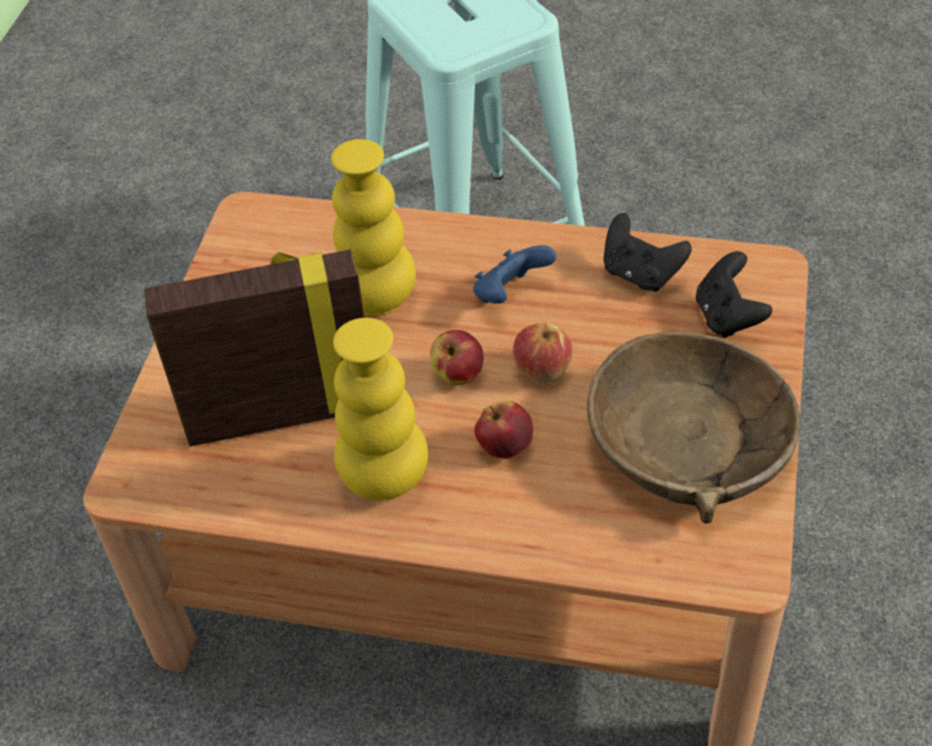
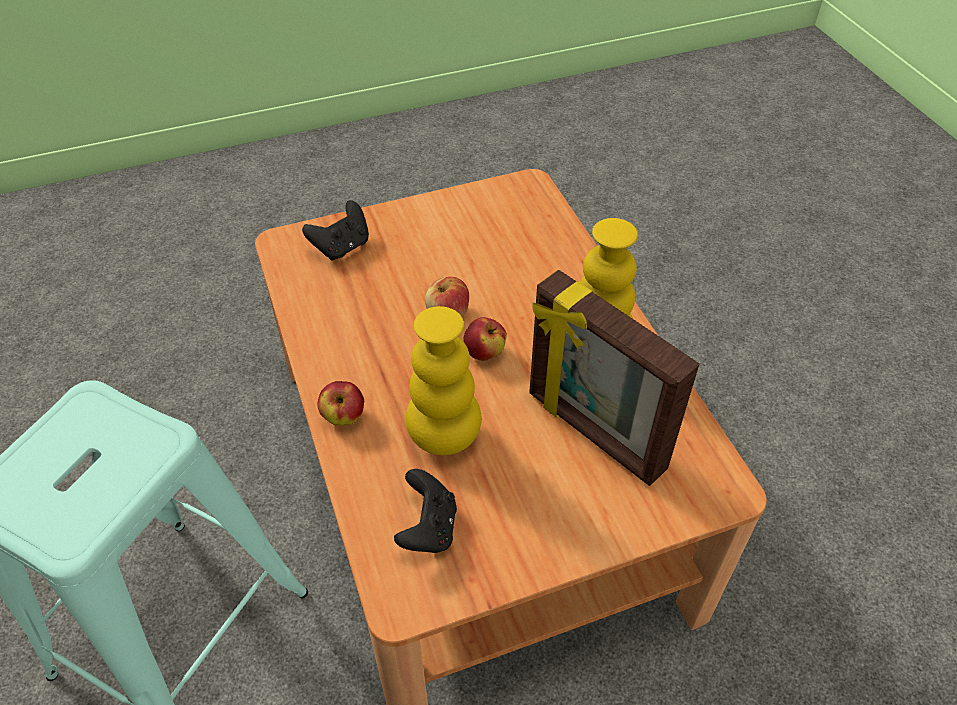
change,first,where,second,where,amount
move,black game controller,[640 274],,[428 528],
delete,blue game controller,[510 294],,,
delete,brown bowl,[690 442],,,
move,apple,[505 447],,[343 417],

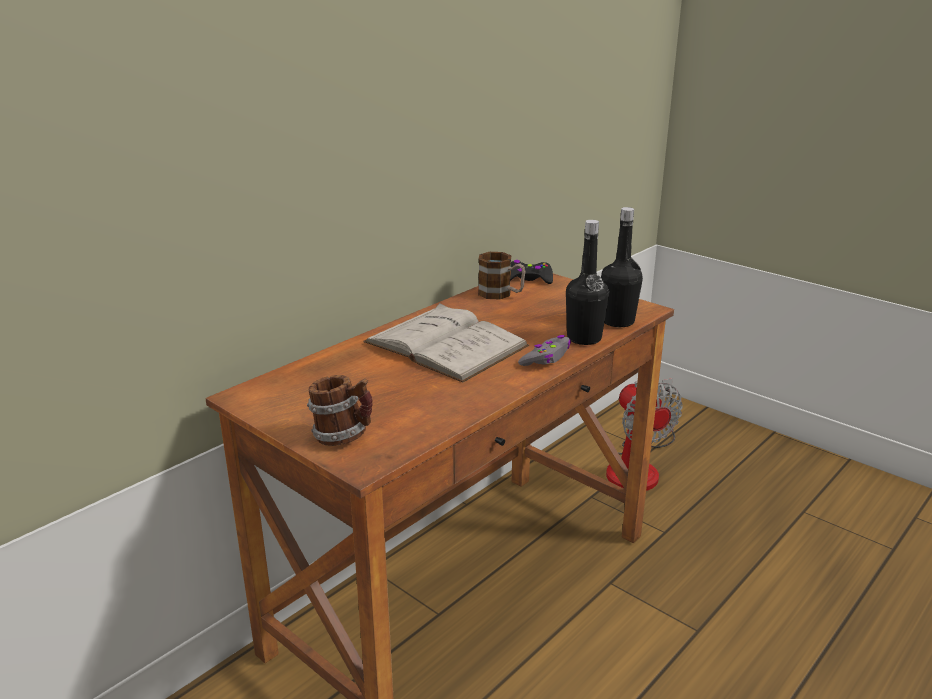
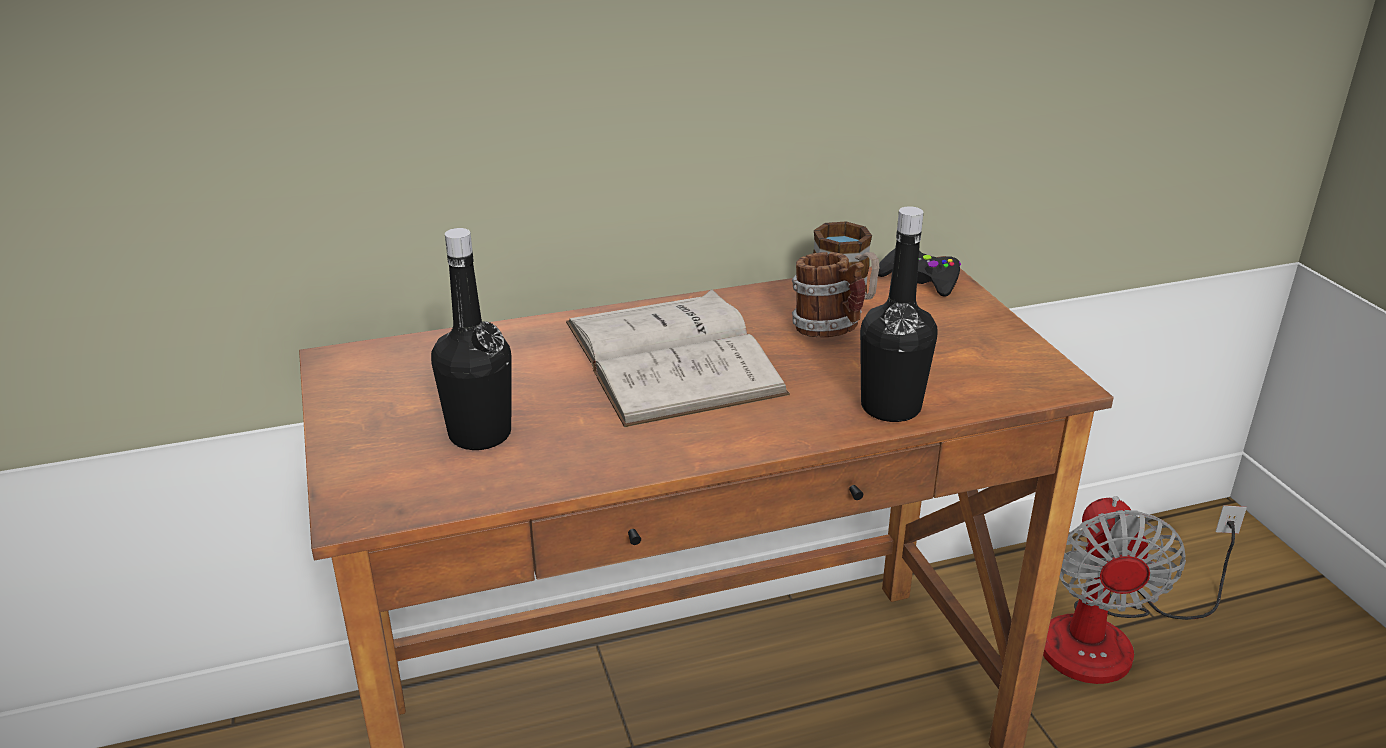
change,first,where,second,where,amount
move,black bottle,[617 321],,[480 434],
delete,grey game controller,[546 358],,,
move,mug,[343 437],,[828 331],

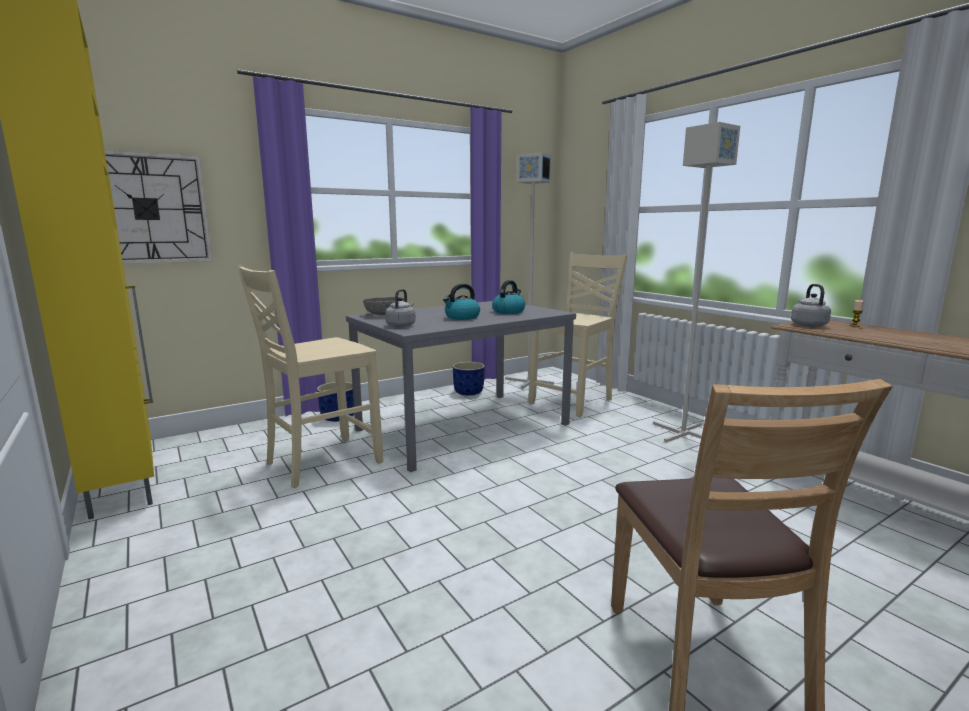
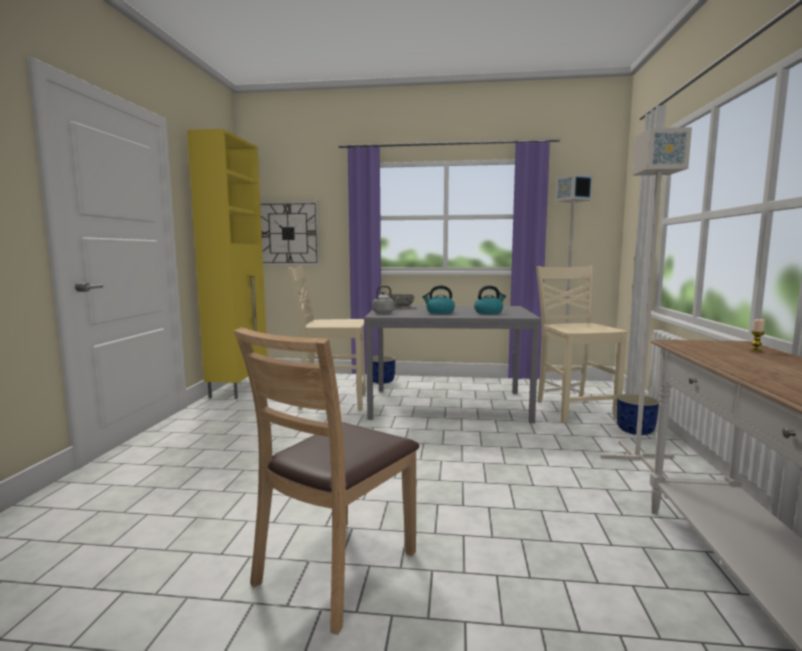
change,first,where,second,where,amount
rotate,beige chair,[573 402],,[574 410],90 degrees counterclockwise
delete,grey kettle,[807 325],,,
move,blue planter,[468 392],,[635 430],

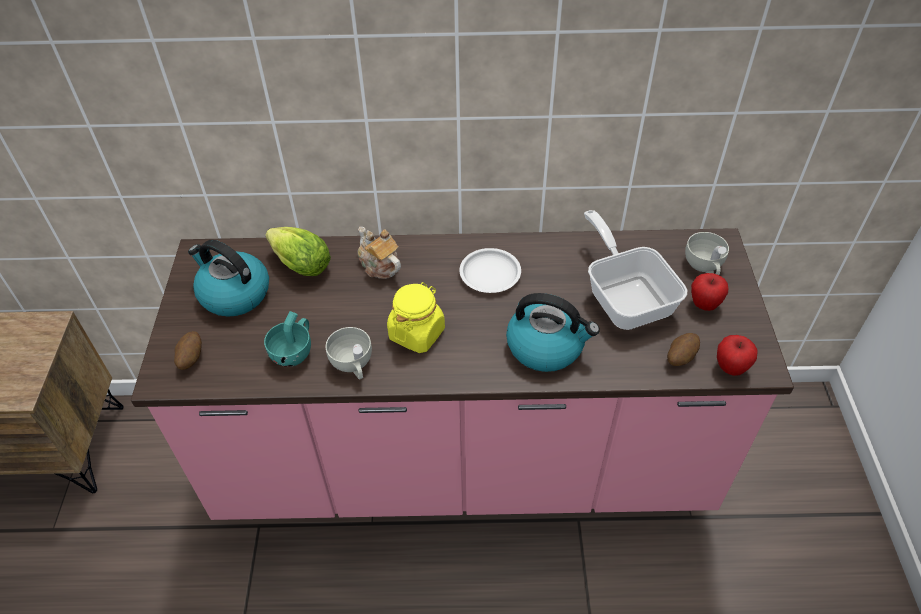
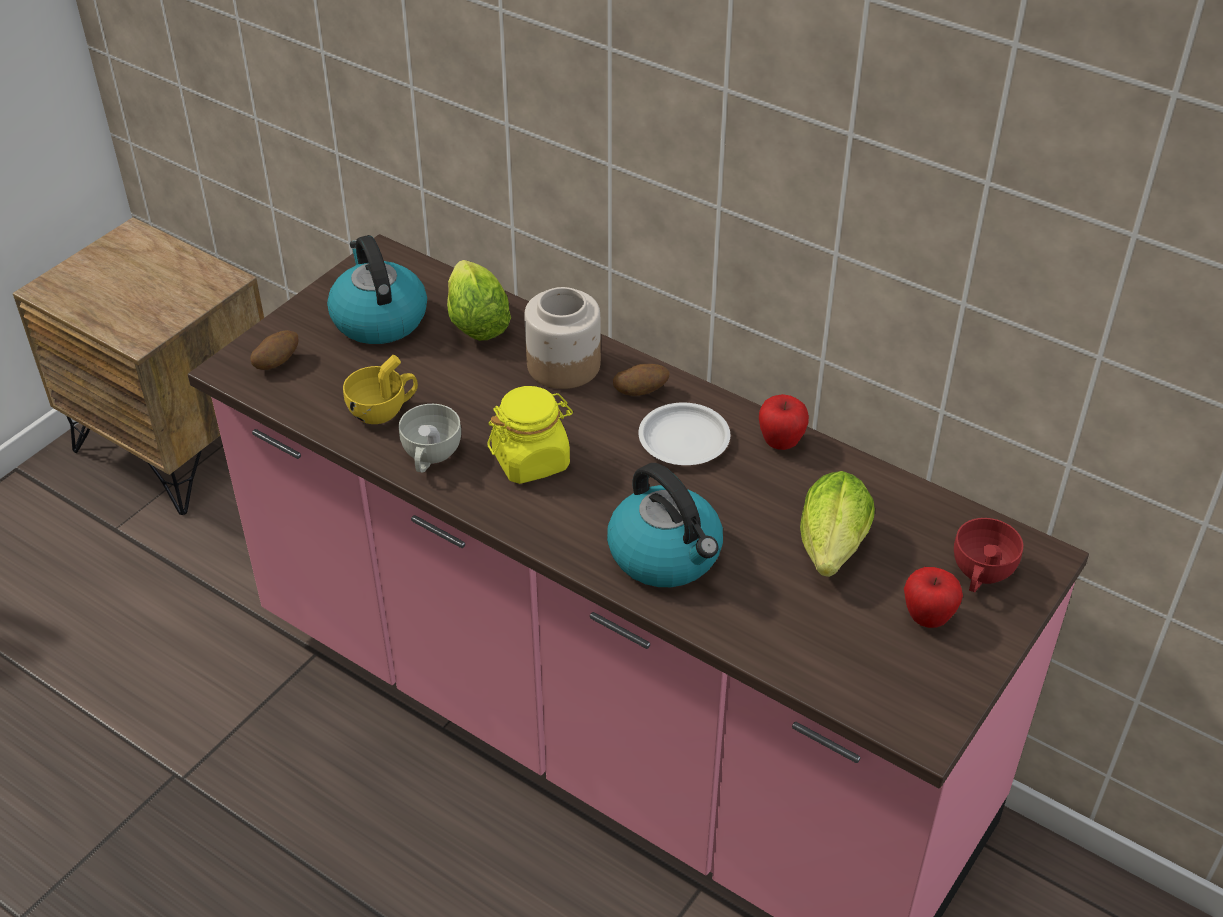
change,first,where,second,where,amount
replace,frying pan,[626 296],lettuce,[831 552],
replace,teapot,[379 265],jar,[562 365],
recolor,white cup,[704 267],red cup,[980 574],
recolor,turquoise cup,[294 351],yellow cup,[384 410],
move,potato,[680 357],,[641 392],
move,apple,[730 368],,[781 443],

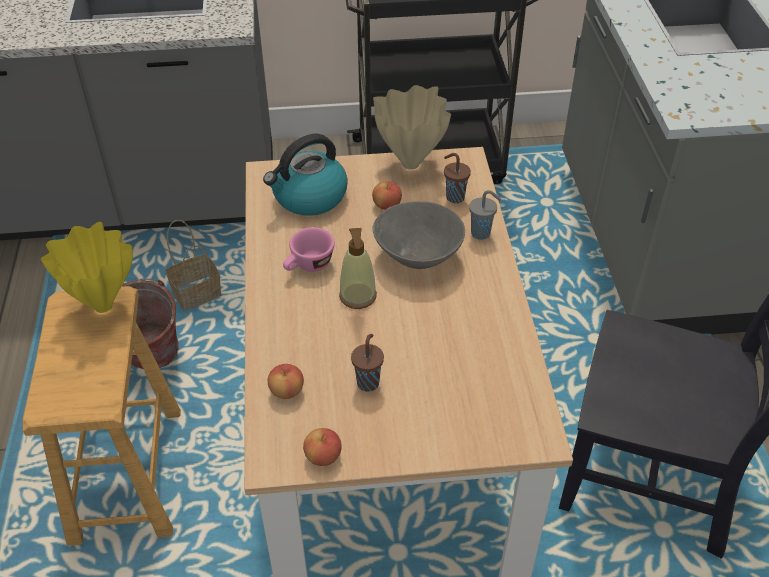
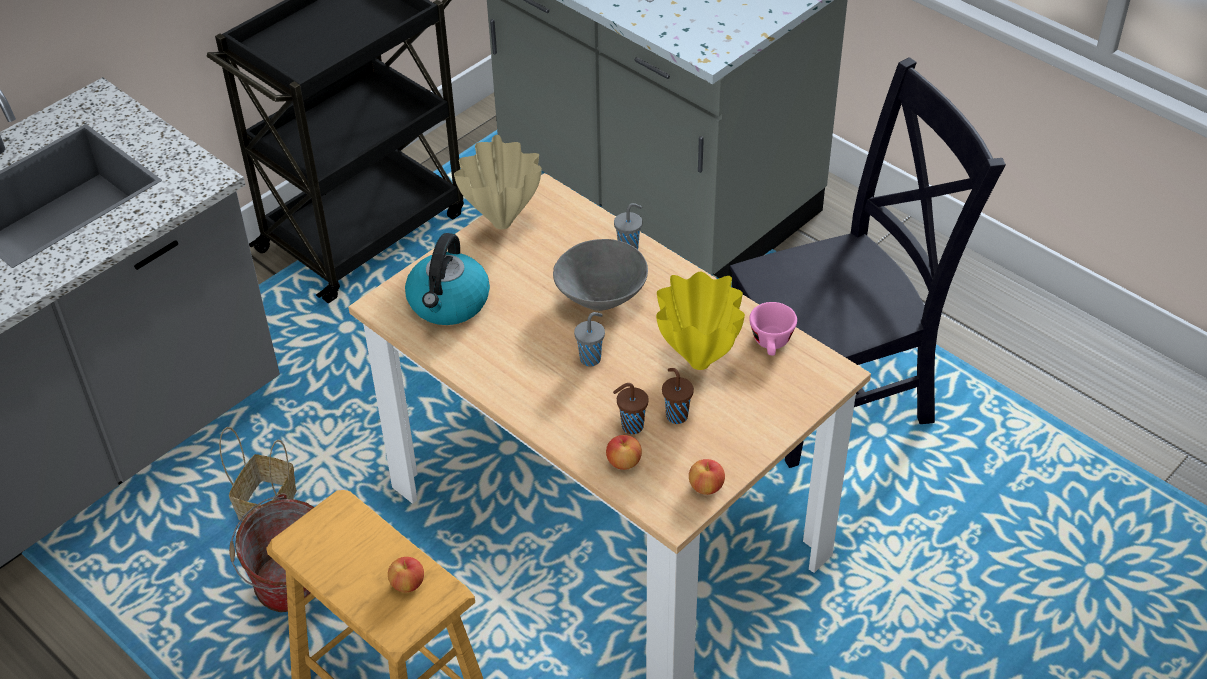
change,first,where,second,where,amount
move,brown cup,[454 197],,[631 426],
move,apple,[387 205],,[407 584],
move,yellow vase,[104 304],,[698 361],
move,pink cup,[308 266],,[772 344],
replace,soap dispenser,[358 296],grey cup,[591 358],

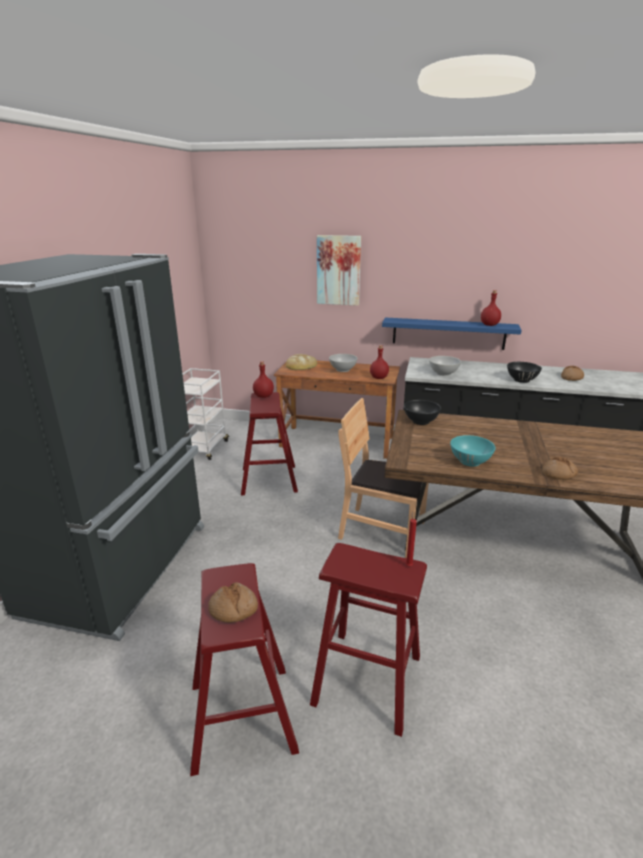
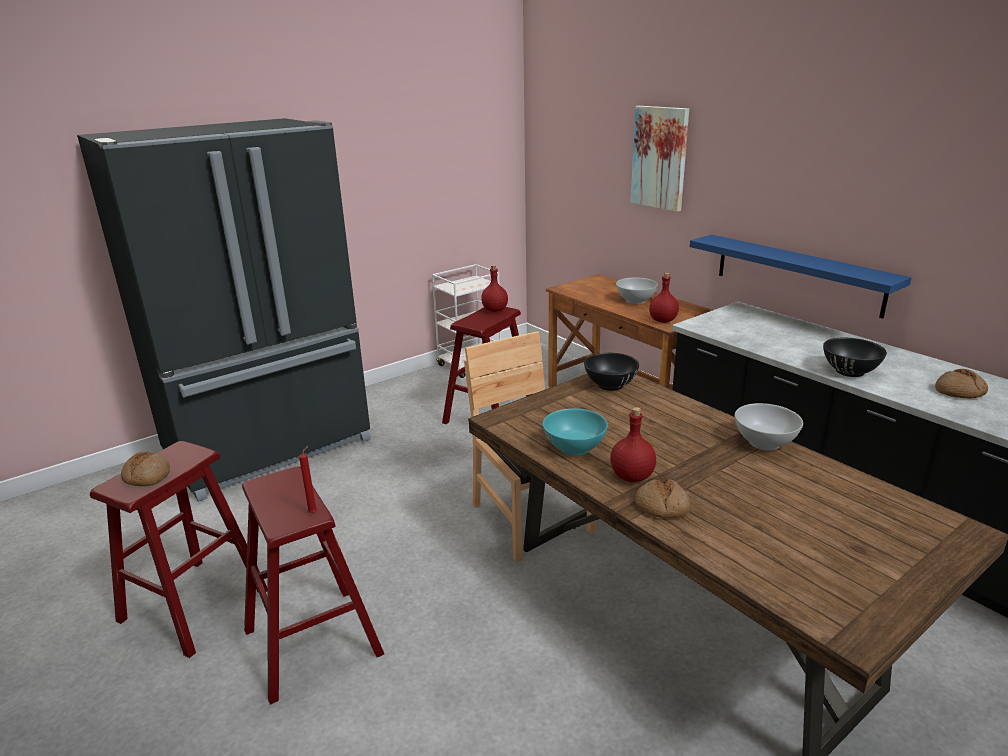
change,first,where,second,where,amount
move,red bottle,[489 325],,[632 476],
delete,bread,[301 365],,,
move,white bowl,[443 373],,[764 443],

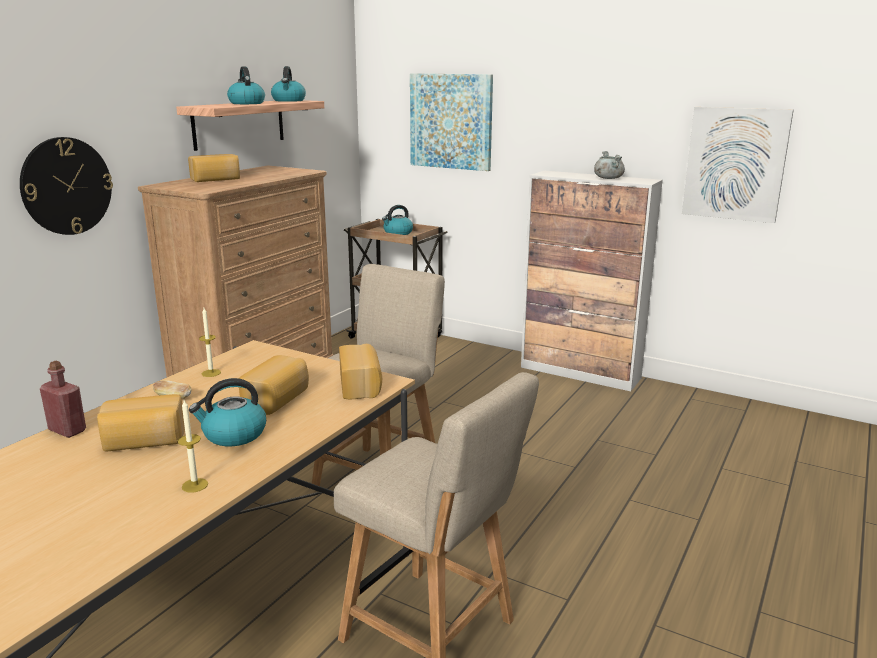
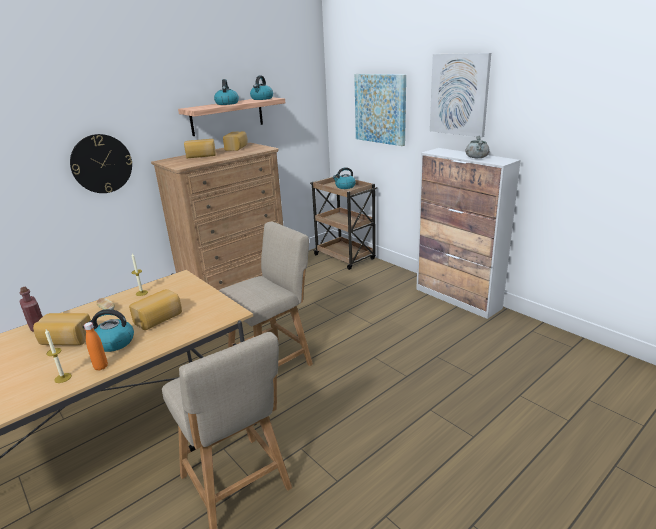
change,first,where,second,where,amount
move,picture,[735 164],,[459 94],
move,bread,[361 386],,[237 148],
insert,,,orange bottle,[101 367],

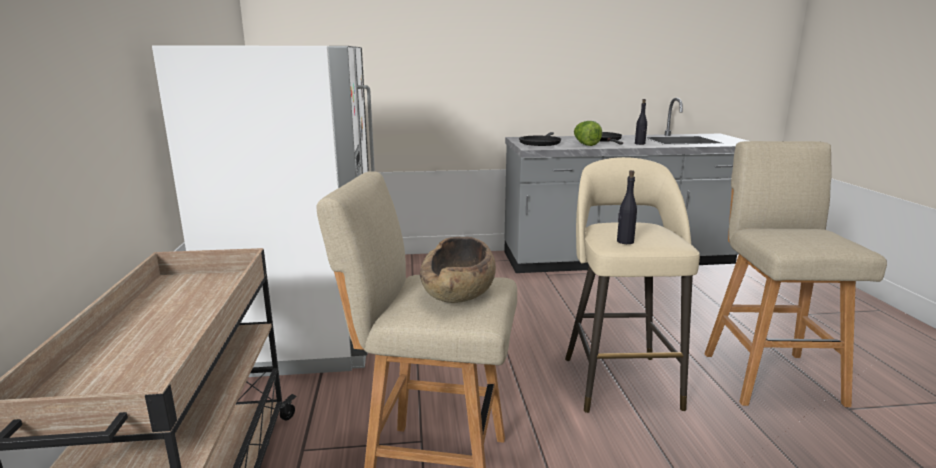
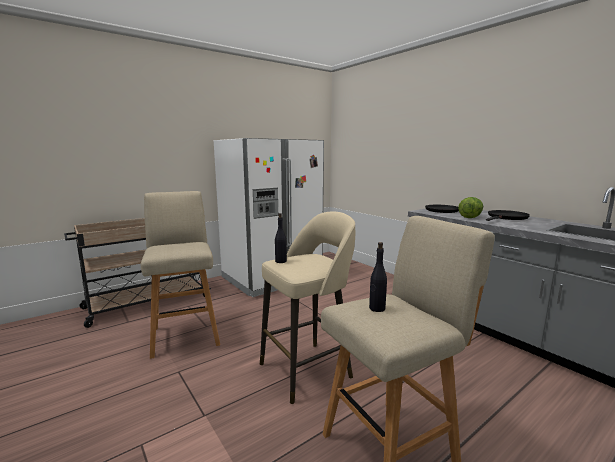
change,first,where,second,where,amount
move,black bottle,[640 144],,[377 308],
delete,brown bowl,[459 292],,,

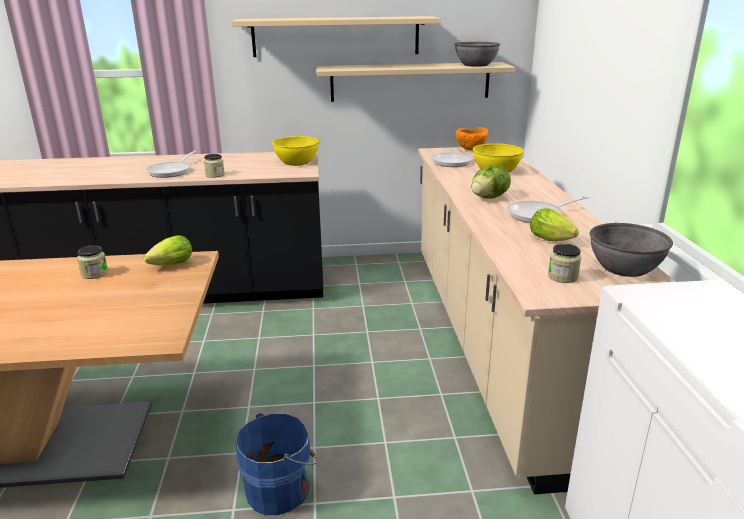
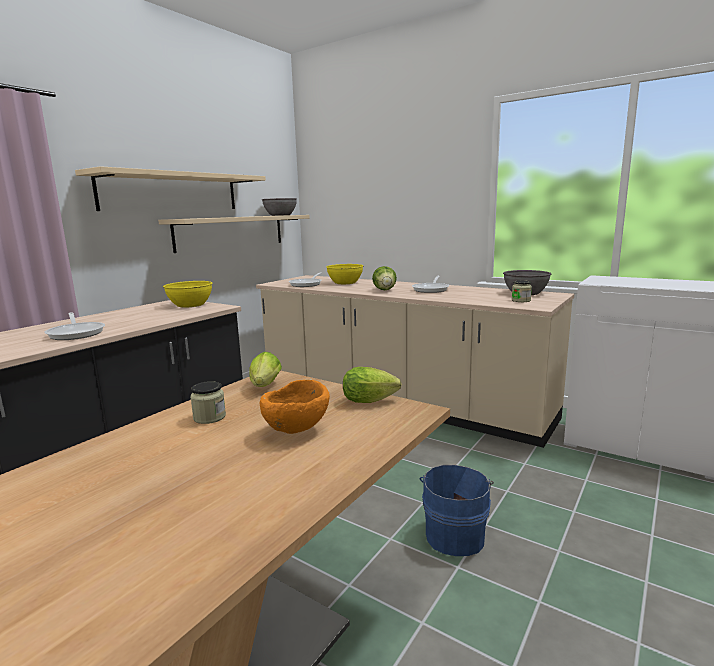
change,first,where,second,where,amount
move,orange bowl,[471 150],,[297 431],
delete,jar,[215 175],,,
move,lettuce,[553 240],,[372 401],

